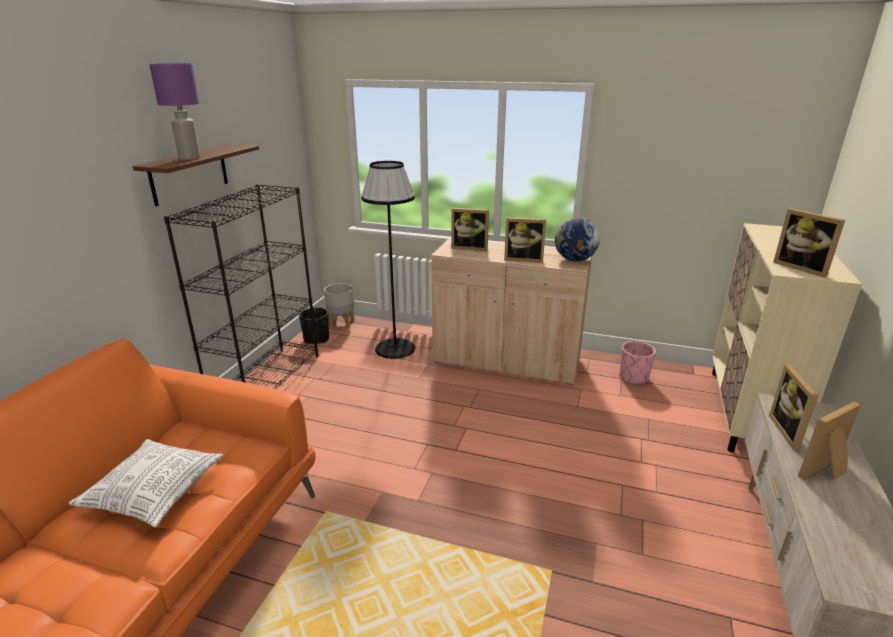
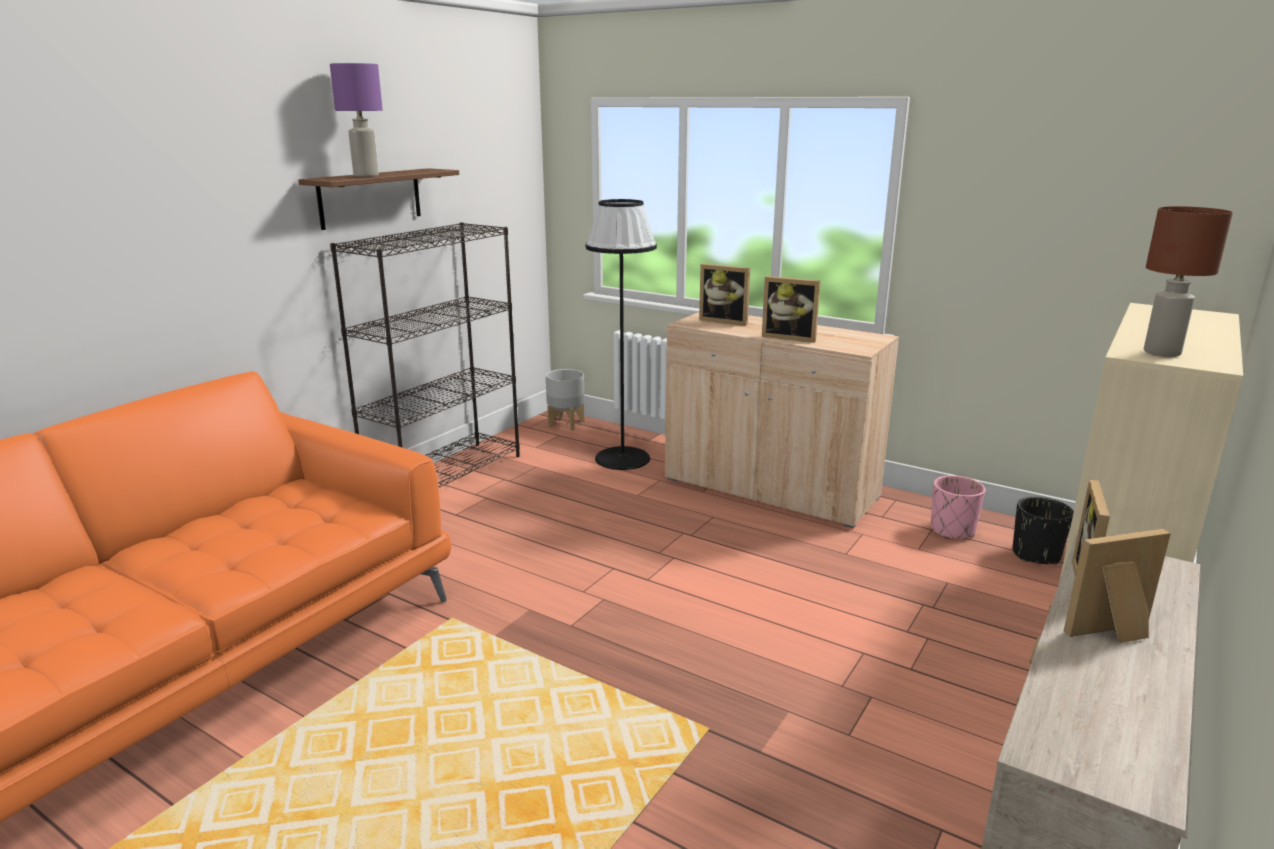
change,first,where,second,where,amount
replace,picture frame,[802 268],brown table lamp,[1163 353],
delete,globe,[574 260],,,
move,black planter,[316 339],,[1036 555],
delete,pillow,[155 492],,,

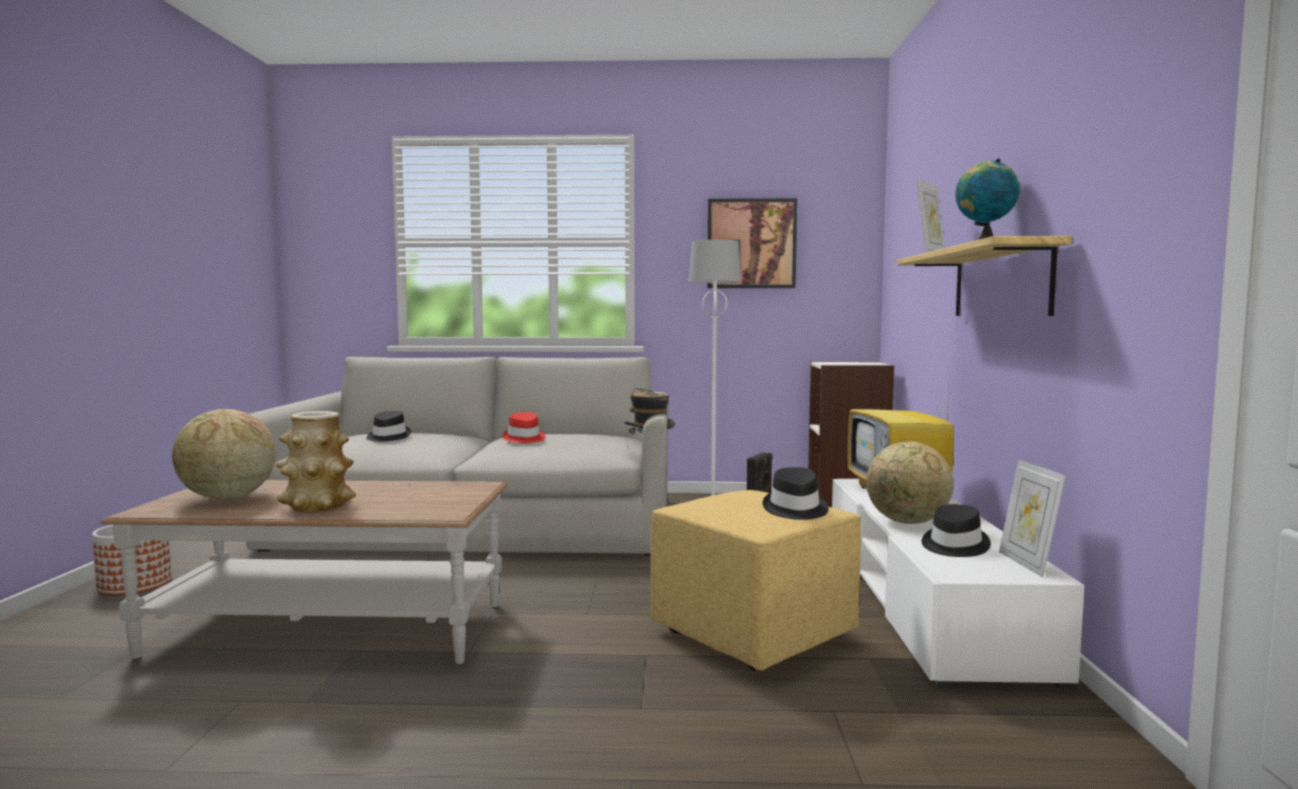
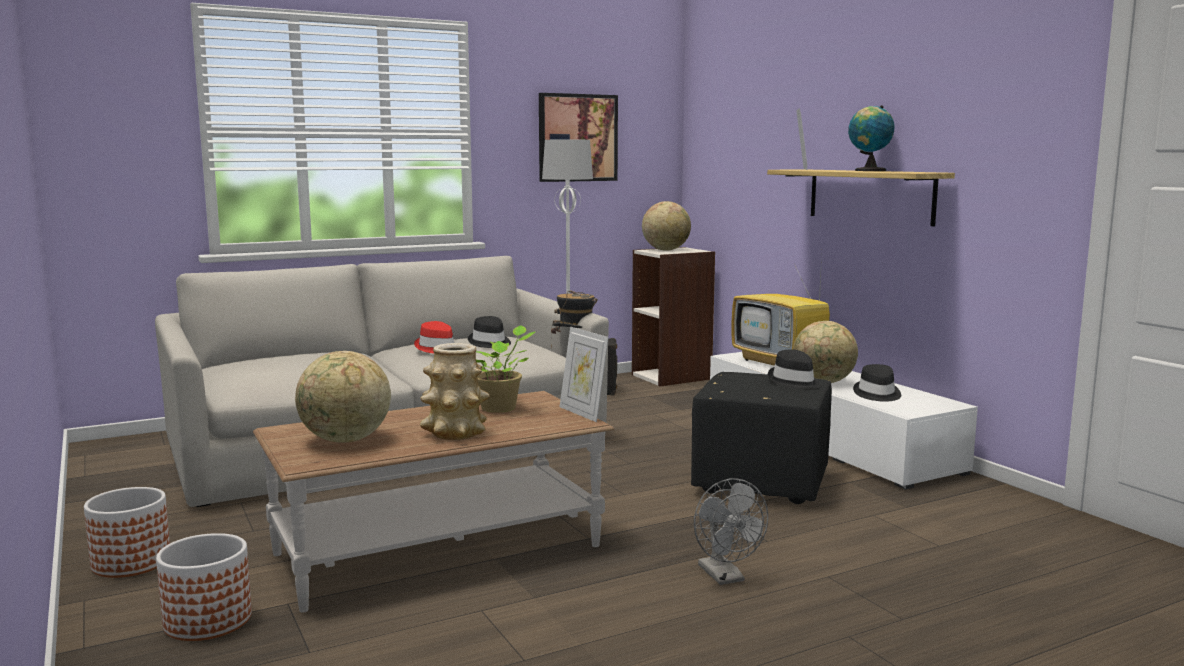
change,first,where,second,where,amount
move,black hat,[387 437],,[489 343],
move,picture frame,[1027 563],,[583 413],
recolor,yellow ottoman,[756 634],black ottoman,[762 483],
insert,,,globe,[666 250],
insert,,,potted plant,[501 408],
insert,,,grey fan,[725 577],
insert,,,planter,[207 621],

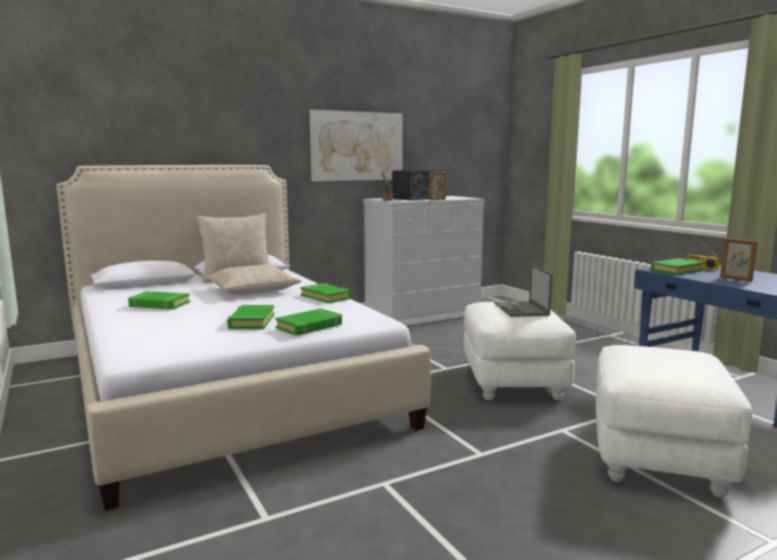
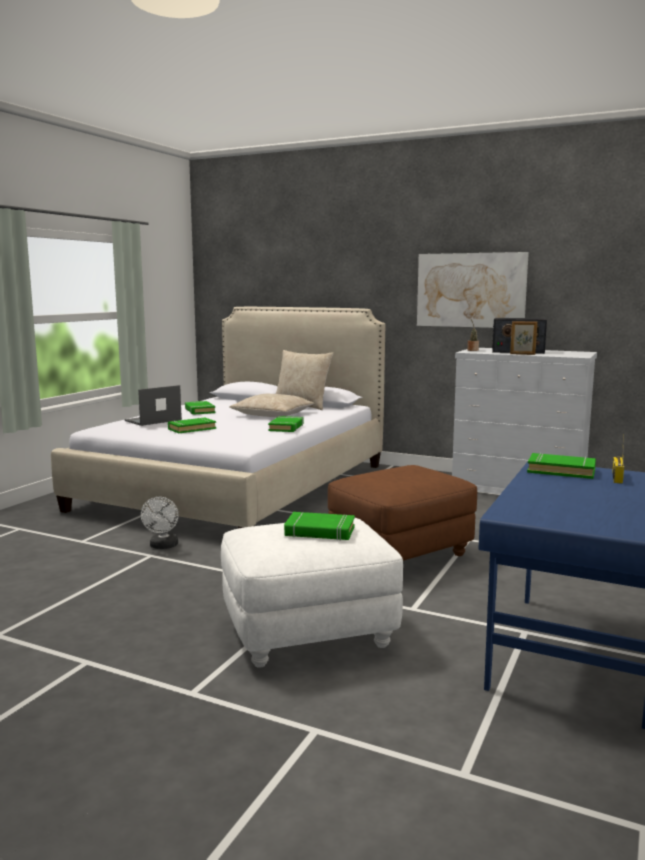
change,first,where,second,where,amount
delete,picture frame,[735 279],,,
move,laptop,[521 309],,[152 420],
recolor,white ottoman,[513 382],brown ottoman,[400 554],
move,green book,[309 326],,[319 531],
insert,,,white fan,[163 546],

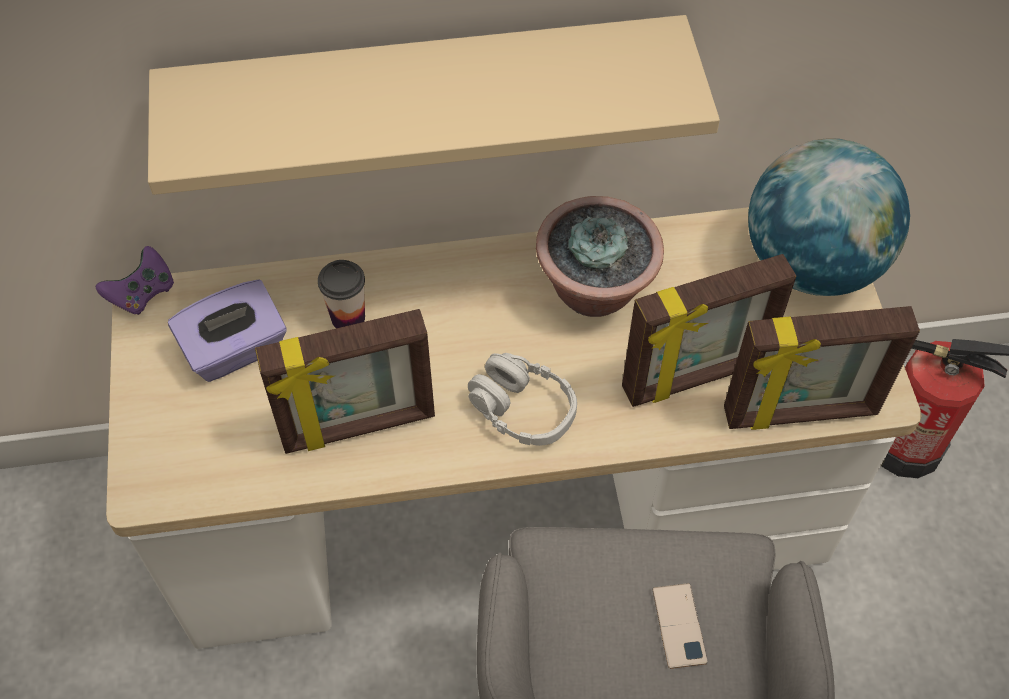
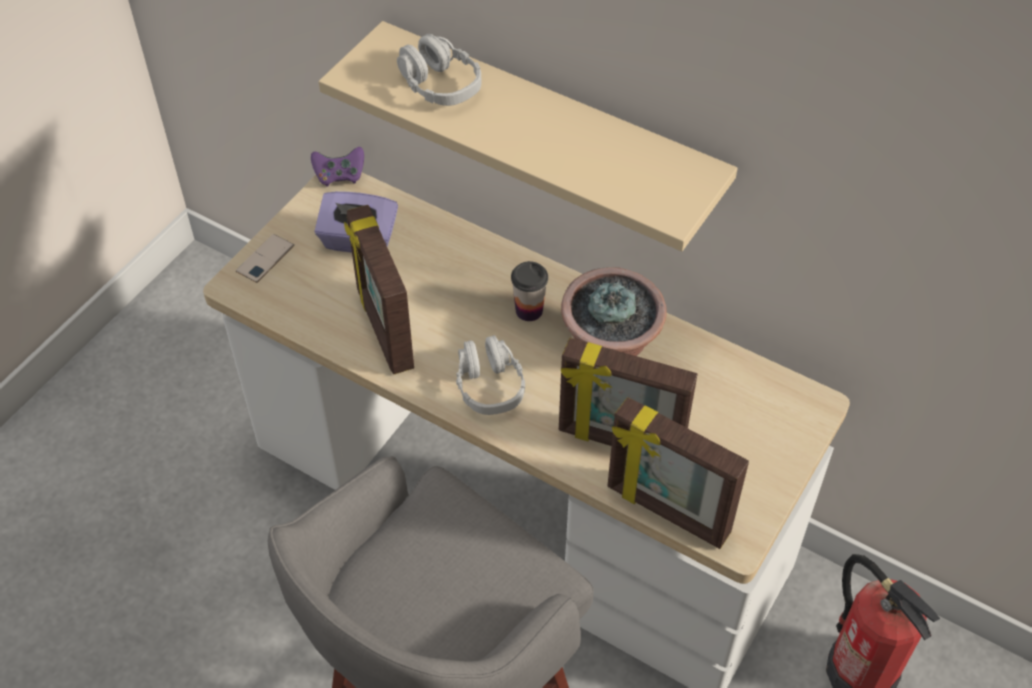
change,first,where,second,where,amount
delete,globe,[812 264],,,
move,cup,[348 317],,[529 310],
rotate,picture frame,[358 427],,[383 329],45 degrees clockwise
move,phone,[679 625],,[265 258],
insert,,,grey headphones,[440 84],

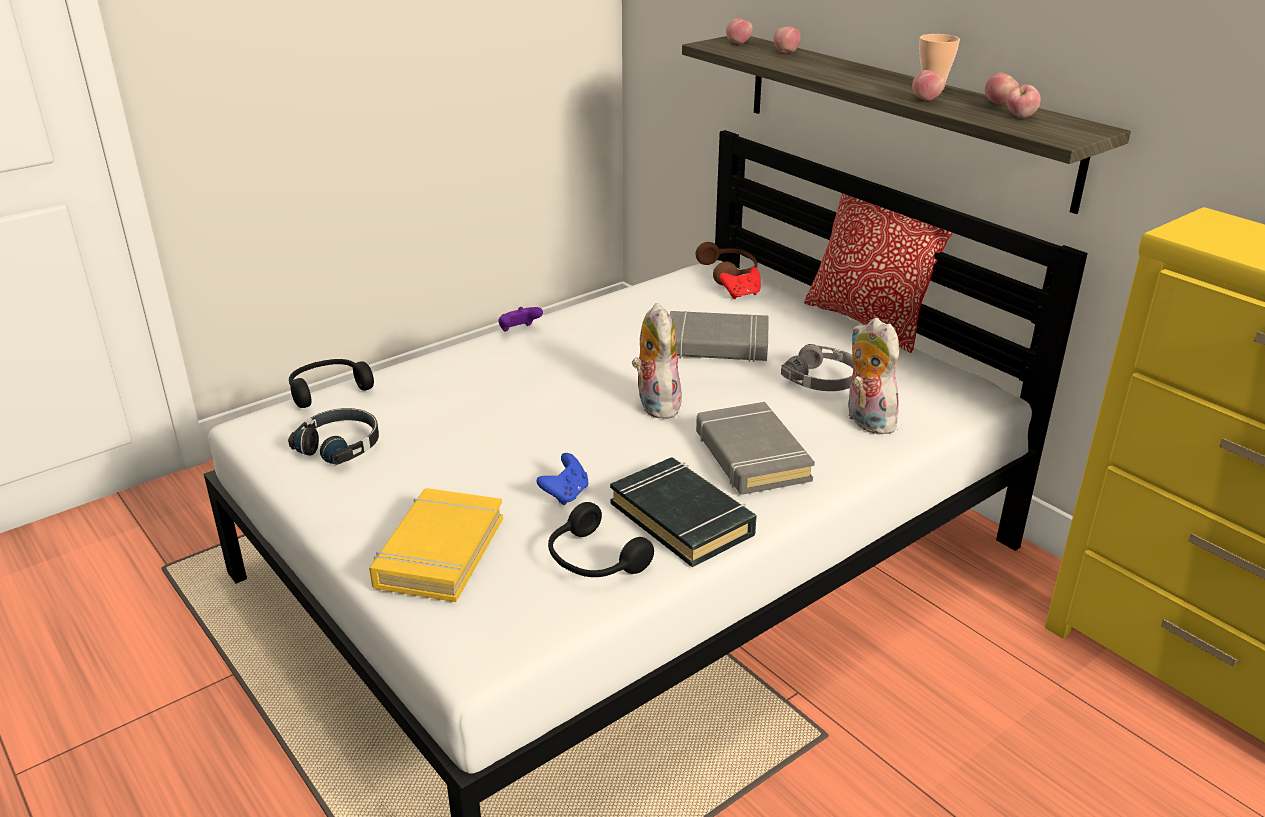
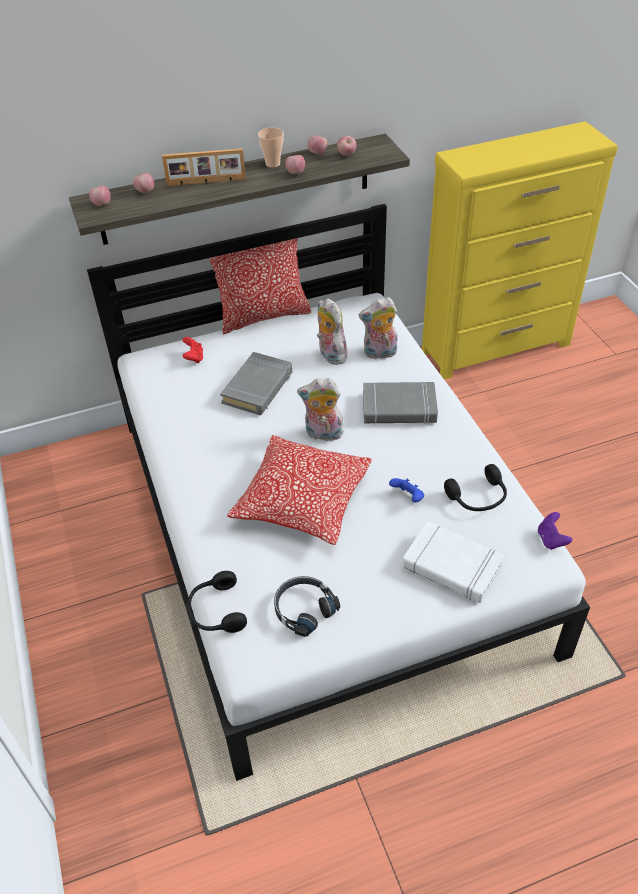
change,first,where,second,where,amount
delete,brown headphones,[729 272],,,
move,purple game controller,[519 331],,[551 539],
replace,grey headphones,[823 379],plush toy,[330 355],
delete,black book,[682 519],,,
recolor,yellow book,[439 552],white book,[452 566],
insert,,,picture frame,[206 182],
insert,,,pillow,[302 500],

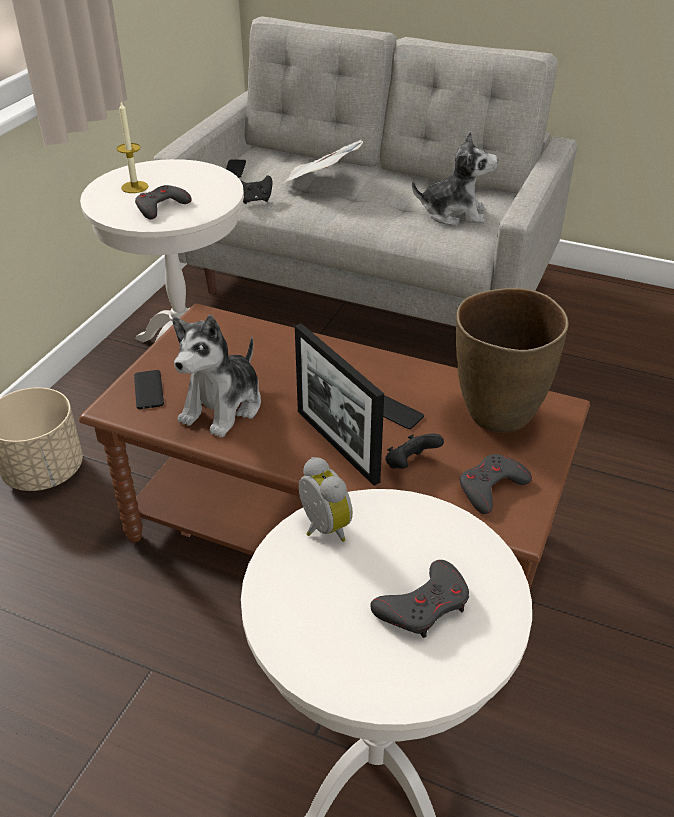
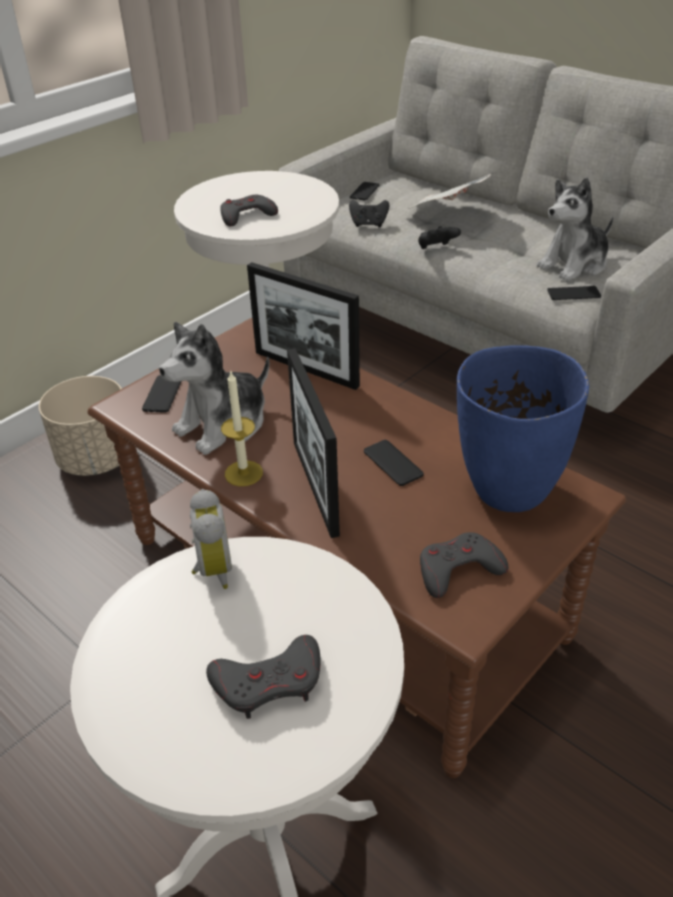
change,first,where,second,where,amount
move,candle,[134 187],,[243 473],
rotate,plush toy,[453 214],,[574 265],120 degrees clockwise
recolor,brown vase,[498 415],blue vase,[507 490],
move,black game controller,[410 465],,[436 249],
insert,,,picture frame,[306 369],
insert,,,phone,[573 294],

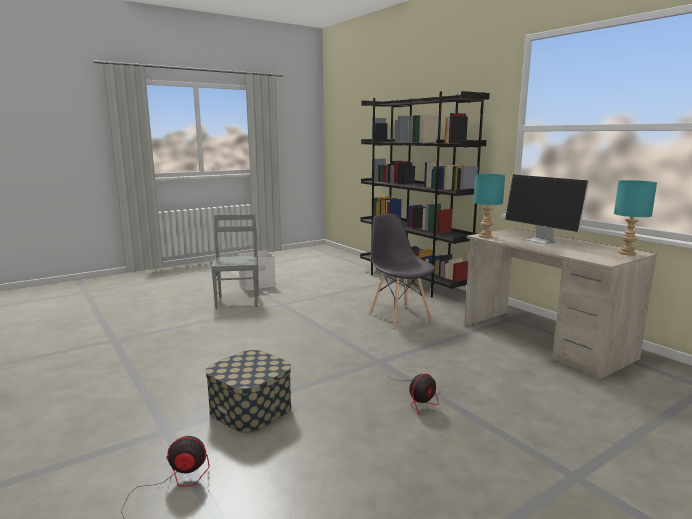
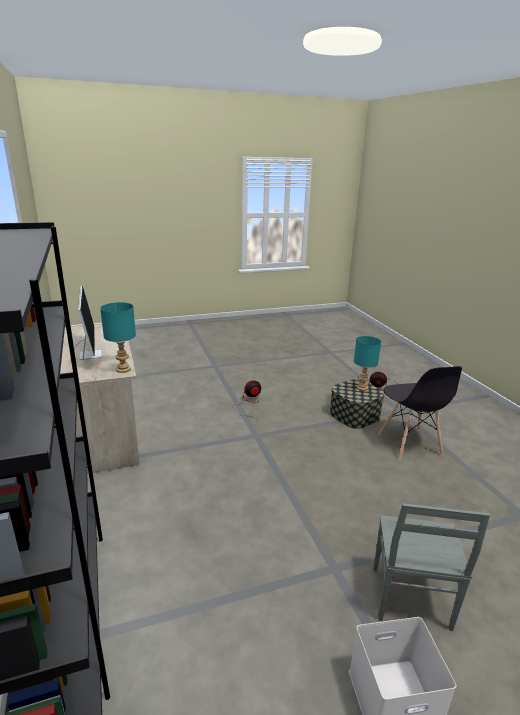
change,first,where,second,where,amount
move,turquoise table lamp,[627 253],,[362 387],
move,grey chair,[399 316],,[409 445],

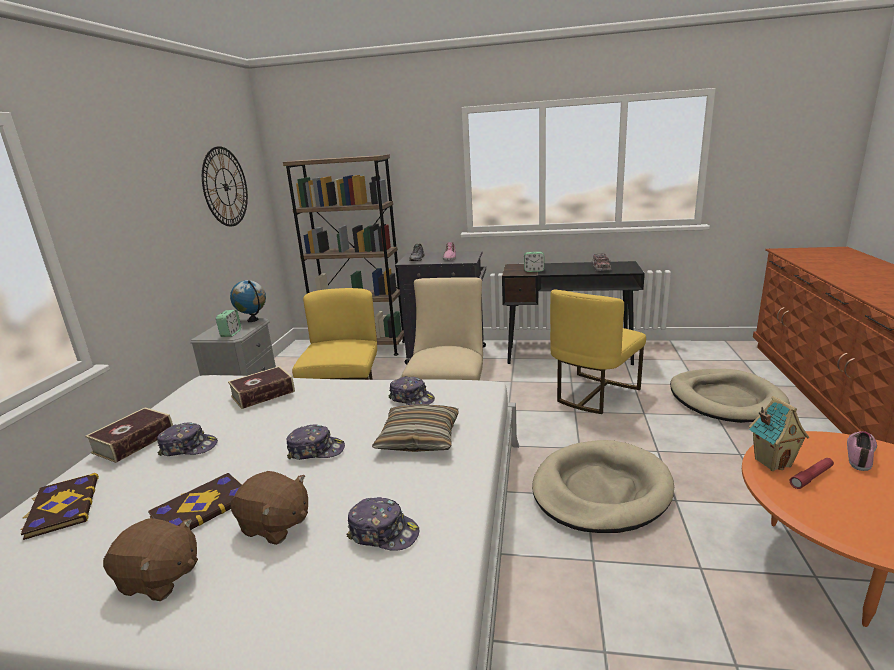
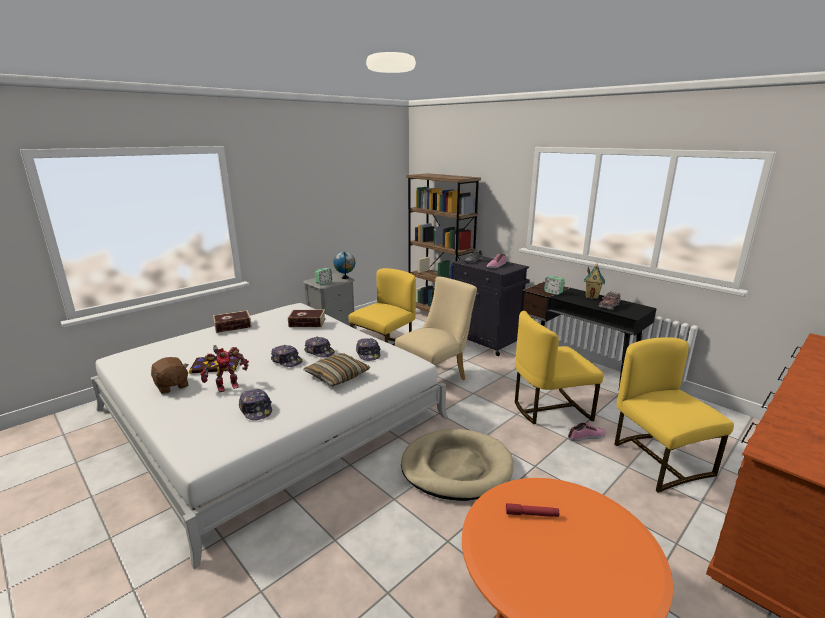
change,first,where,second,where,amount
delete,wall clock,[225 187],,,
replace,beige dog bed,[725 399],yellow chair,[658 460],
move,toy house,[772 462],,[592 296],
move,cap,[188 447],,[319 352],
move,shoe,[861 454],,[586 436],
replace,brown plush toy,[275 525],toy robot,[227 386],
delete,book,[62 507],,,

